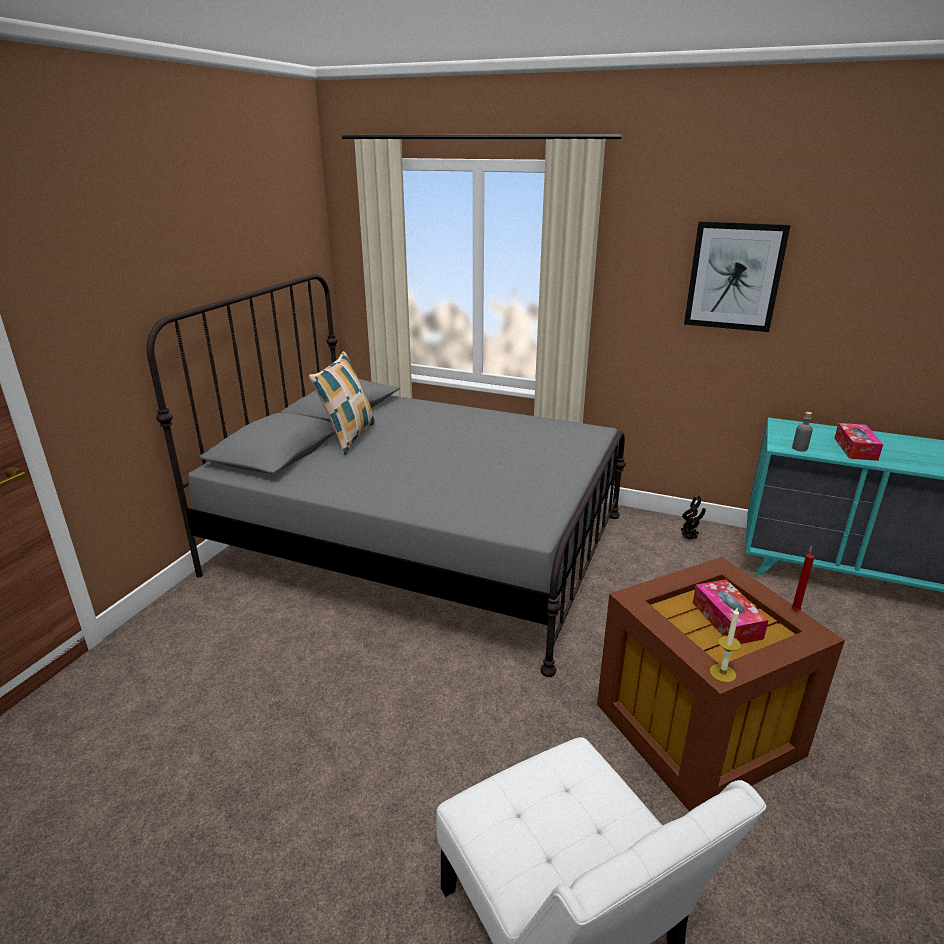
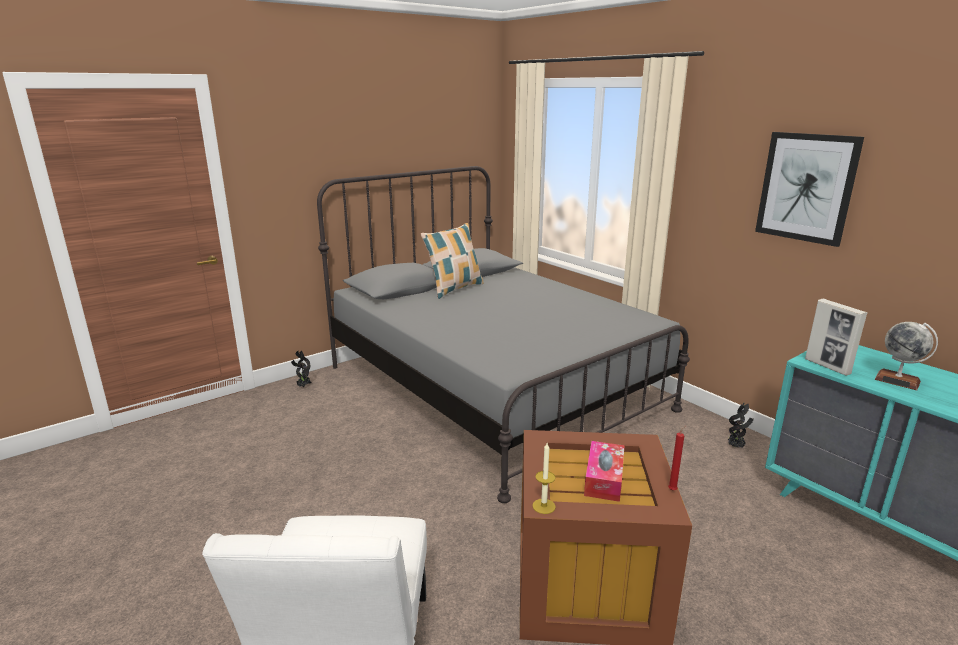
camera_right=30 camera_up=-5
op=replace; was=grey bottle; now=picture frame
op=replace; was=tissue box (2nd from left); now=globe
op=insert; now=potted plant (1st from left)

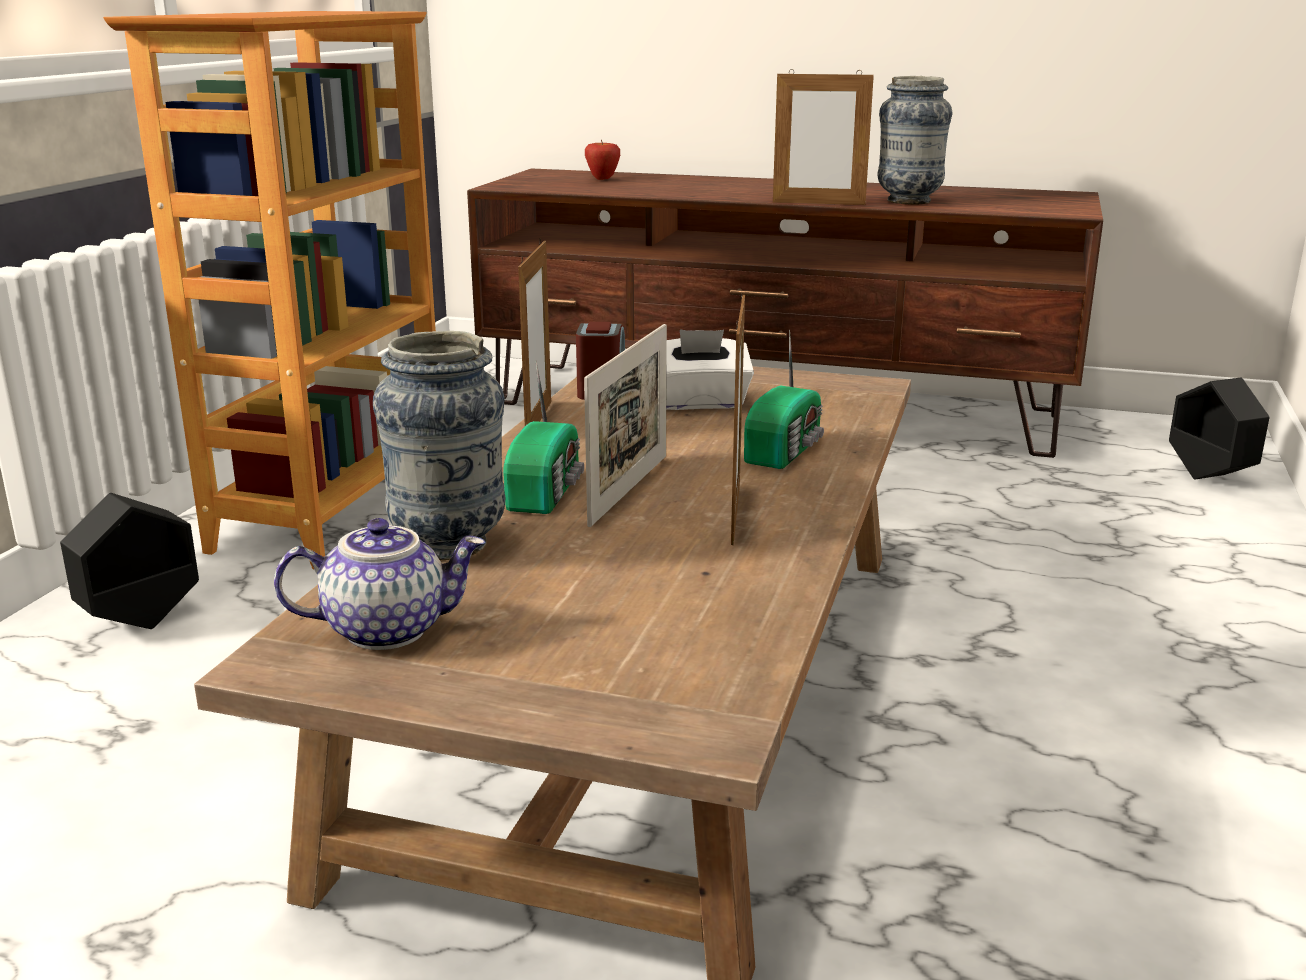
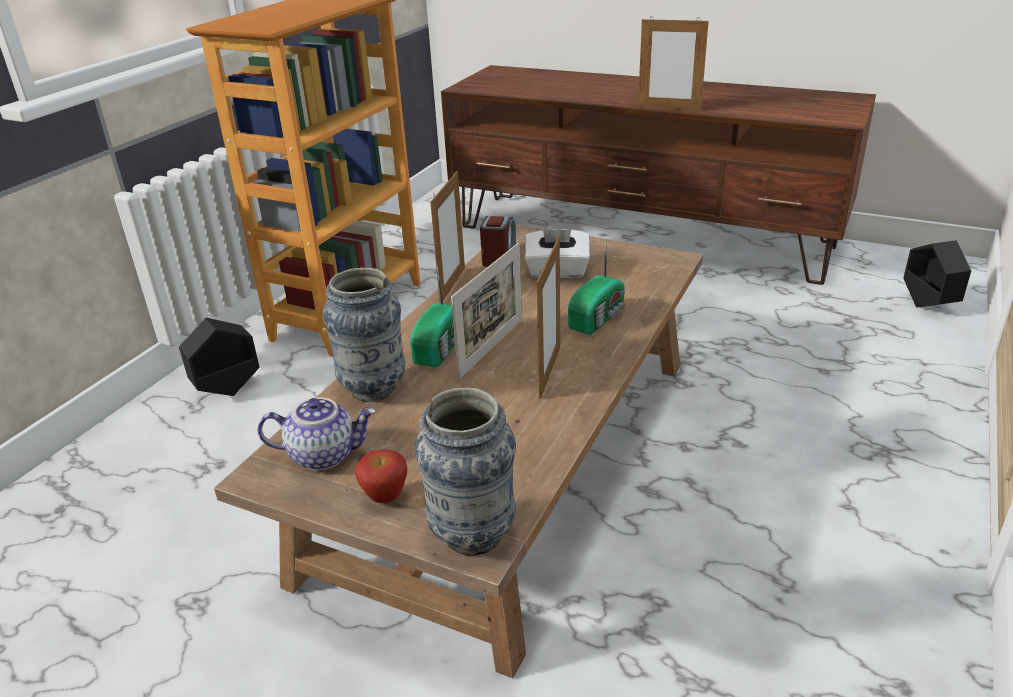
camera_right=10 camera_up=10
op=move; was=apple
op=move; was=vase (2nd from left)

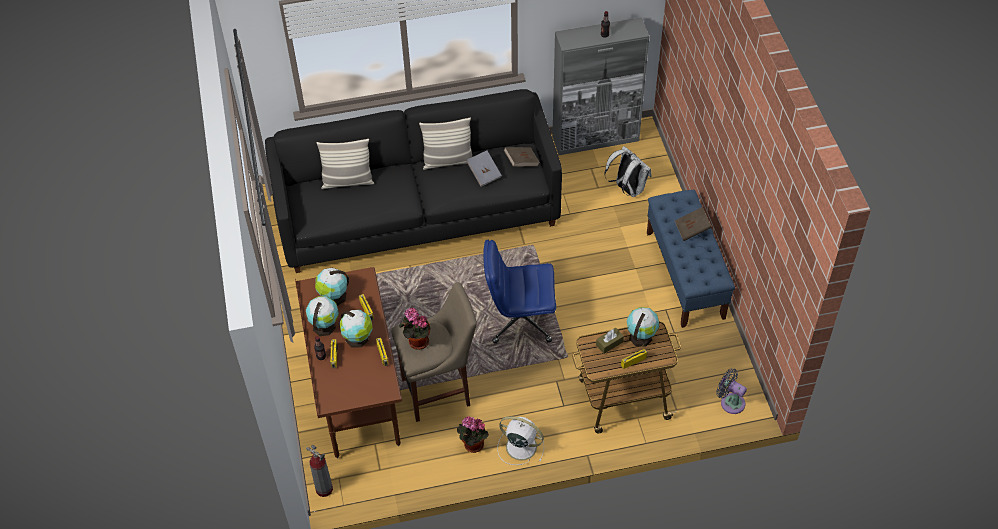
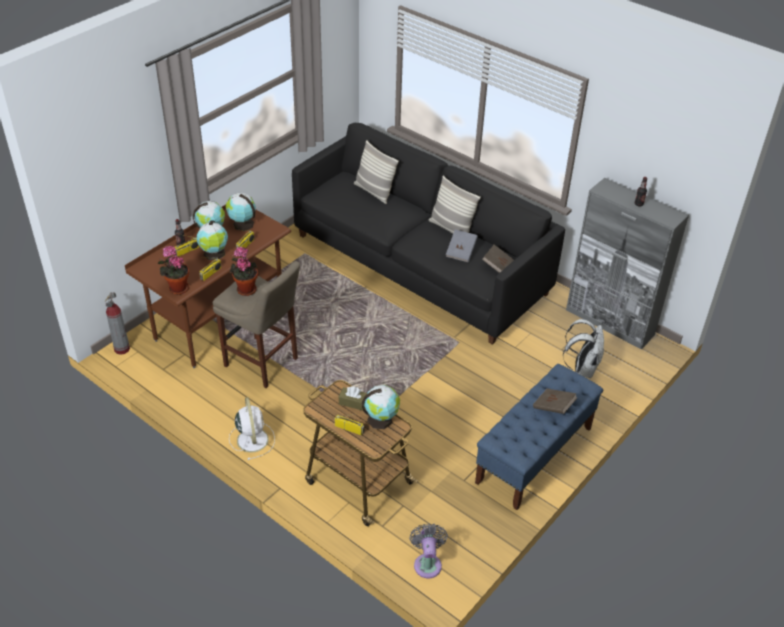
camera_right=50 camera_up=-10
op=move; was=potted plant (2nd from left in the first image); now=potted plant (1st from left)
op=delete; was=blue office chair

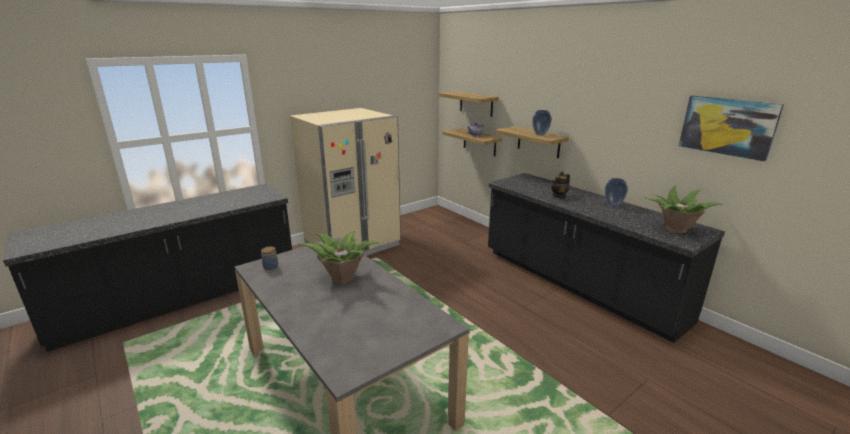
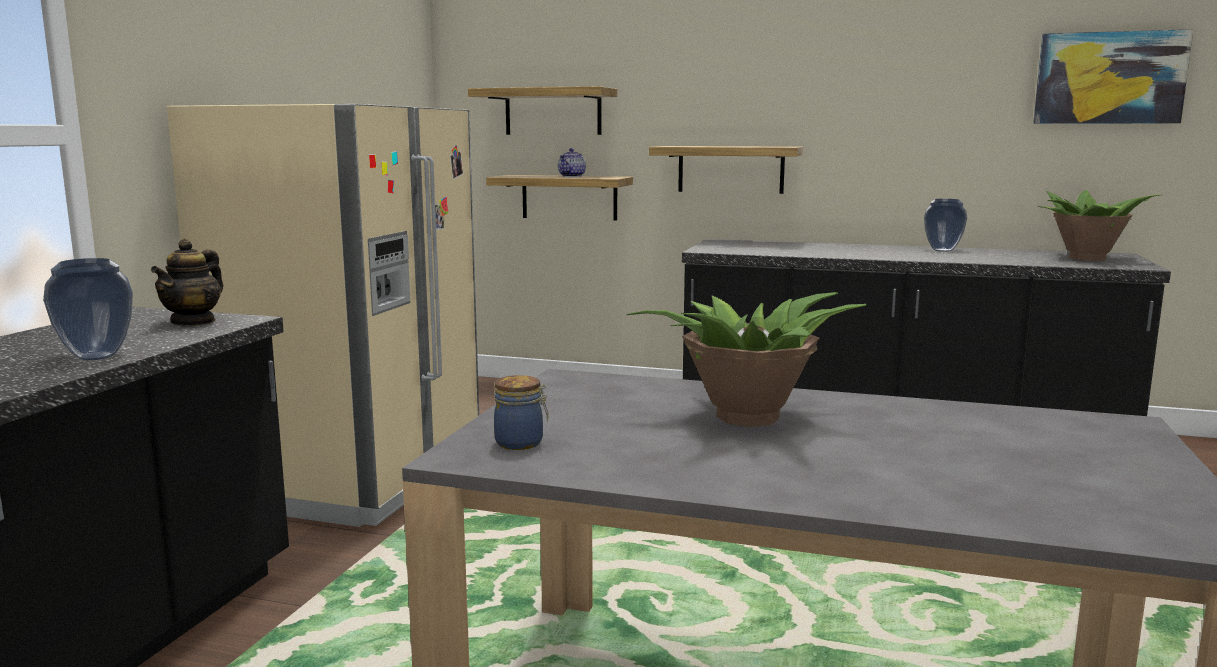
camera_right=-35 camera_up=-10
op=move; was=vase (1st from left)
op=move; was=teapot (2nd from left in the first image); now=teapot (1st from left)

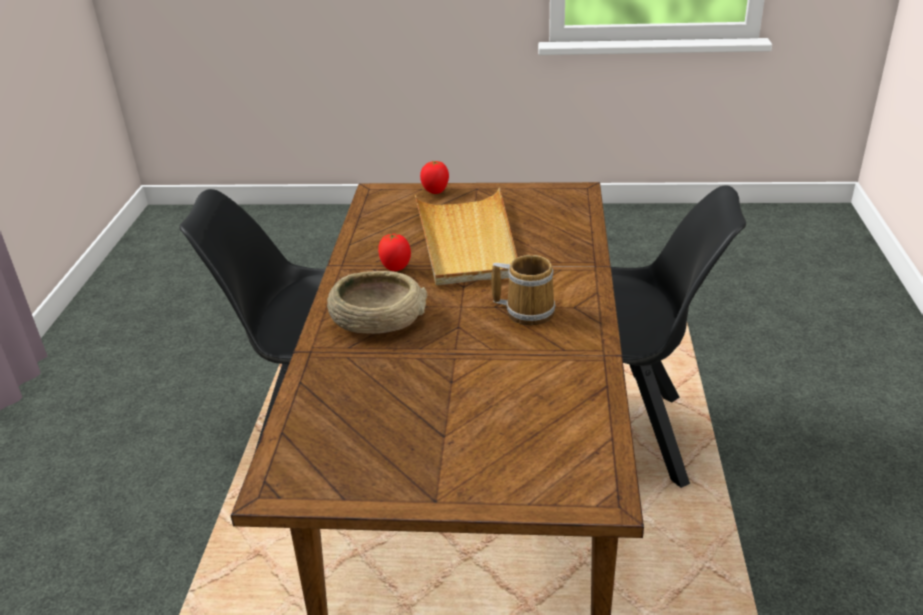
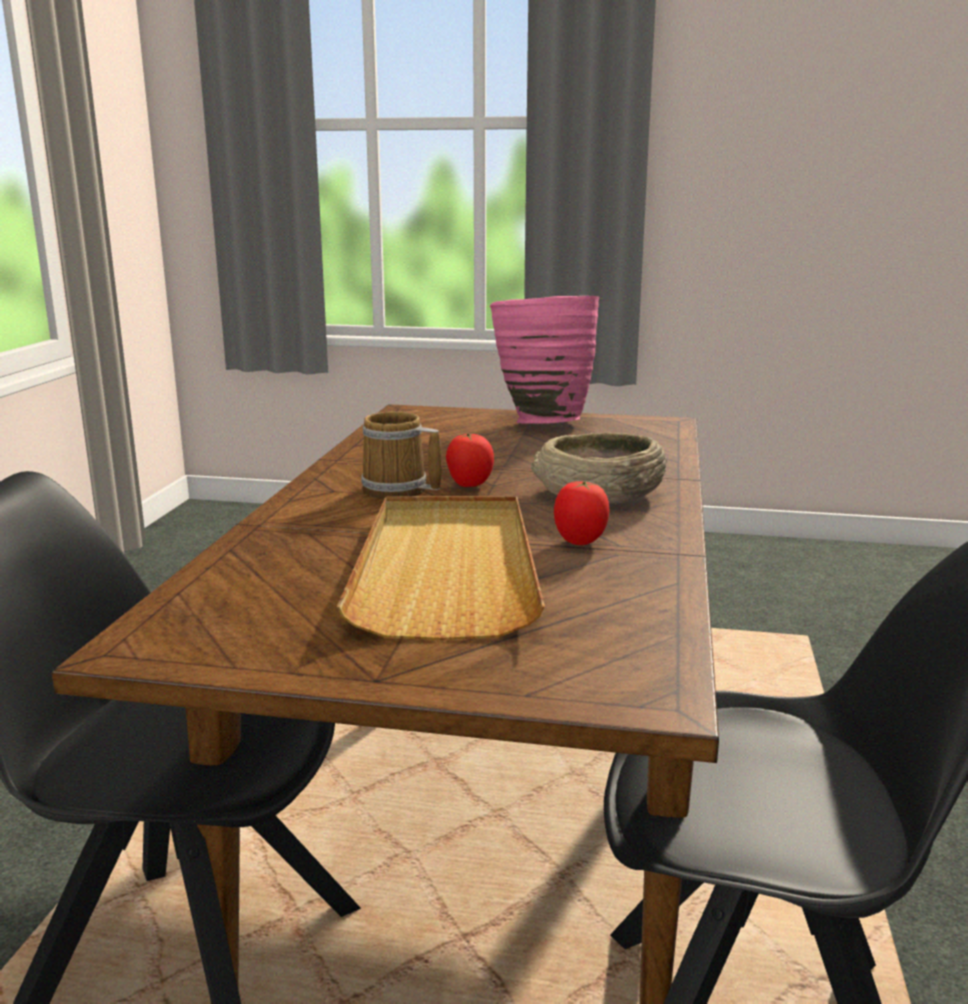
camera_right=-175 camera_up=-15
op=move; was=tomato (2nd from left in the first image); now=tomato (1st from left)
op=insert; now=pink vase

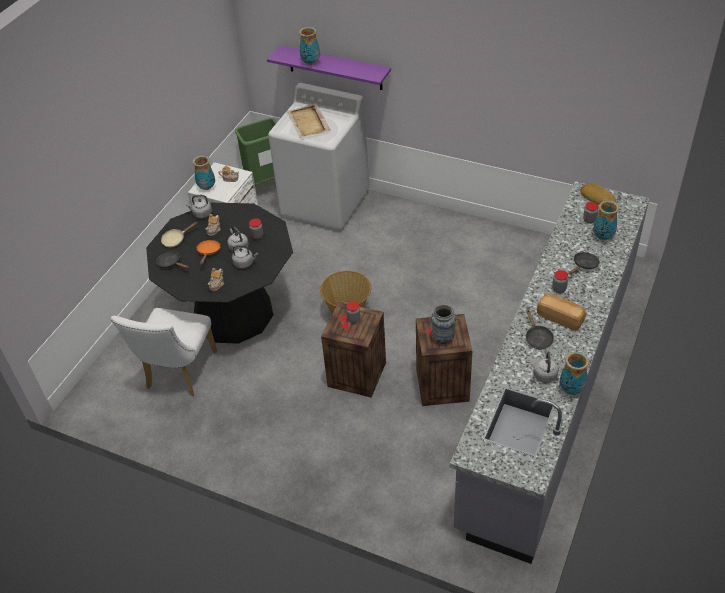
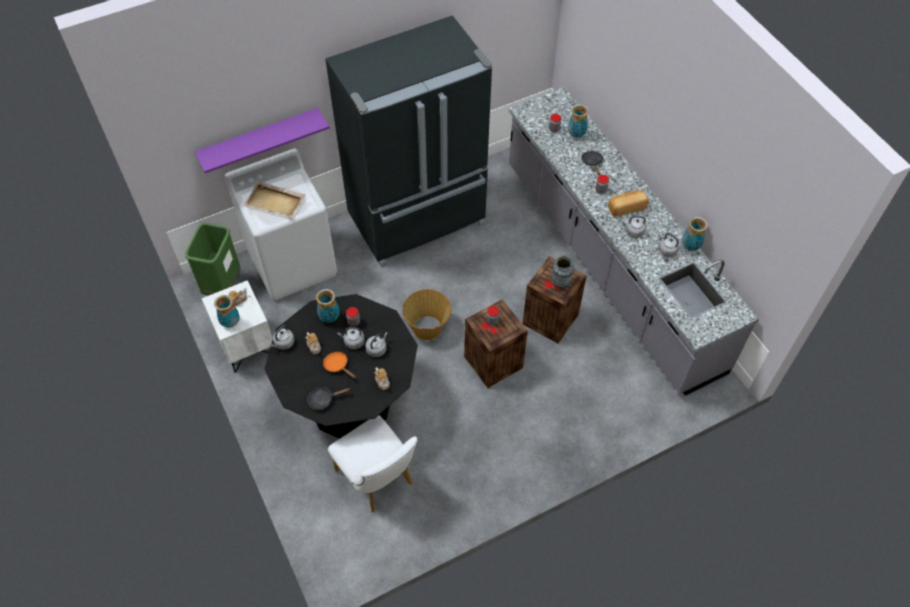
camera_right=-55 camera_up=10
op=delete; was=beige frying pan
op=move; was=vase (2nd from left)
op=replace; was=black frying pan (2nd from left); now=grey kettle (4th from left)
op=delete; was=bread (2nd from left)
op=insert; now=black fridge

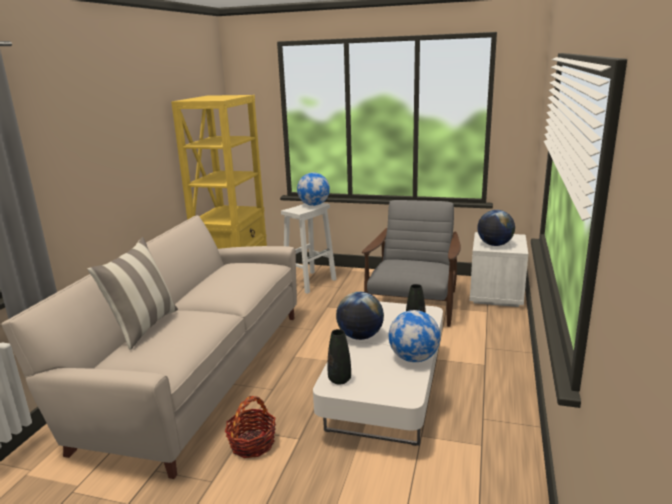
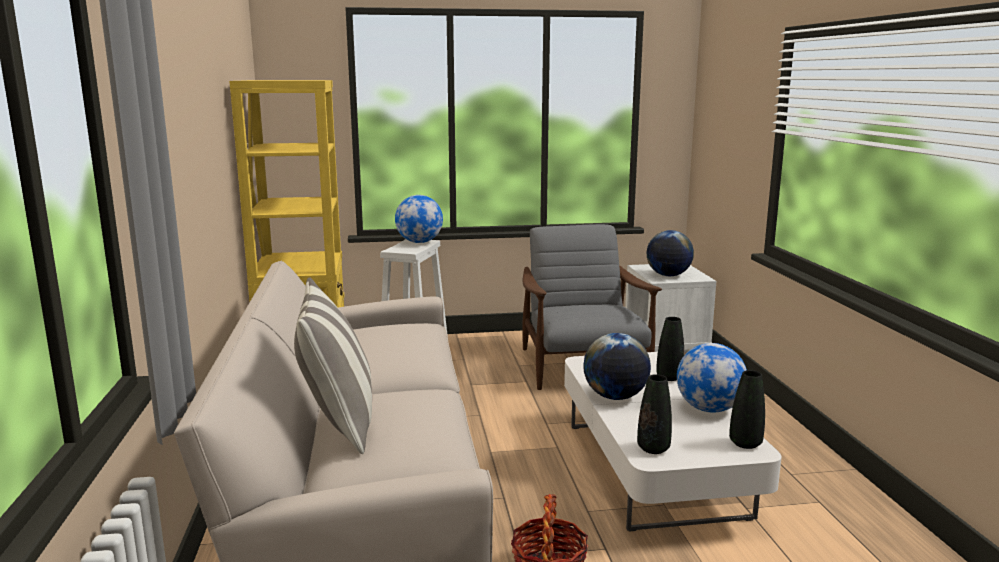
camera_right=-25 camera_up=-5
op=insert; now=black vase (3rd from left)

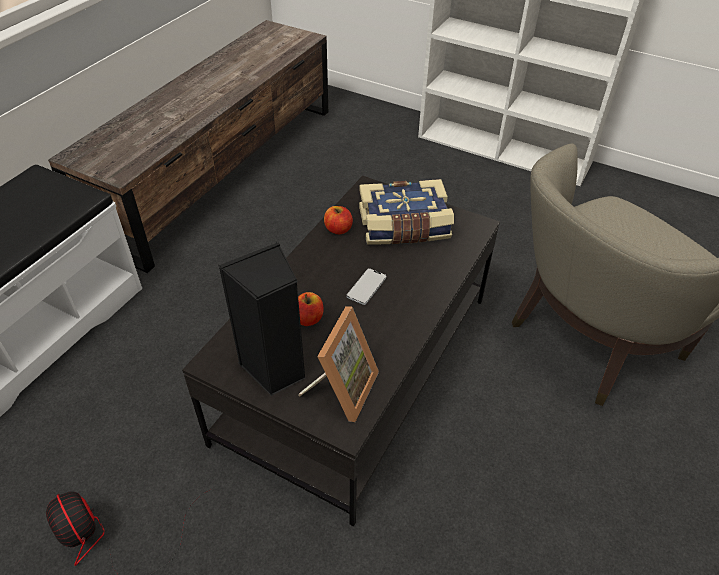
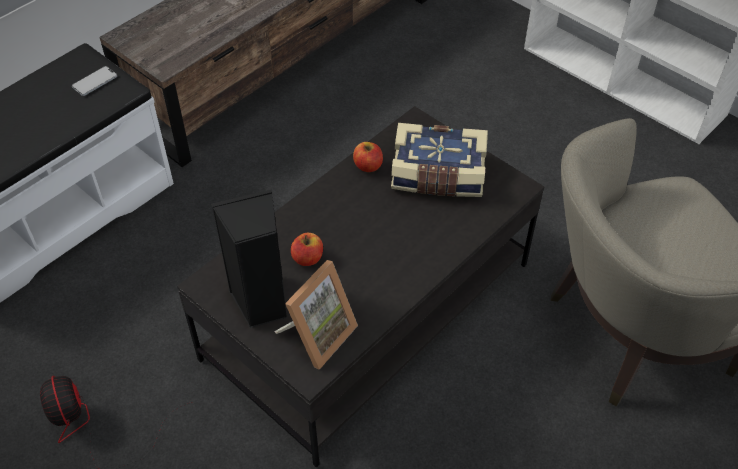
camera_right=15 camera_up=5
op=move; was=phone

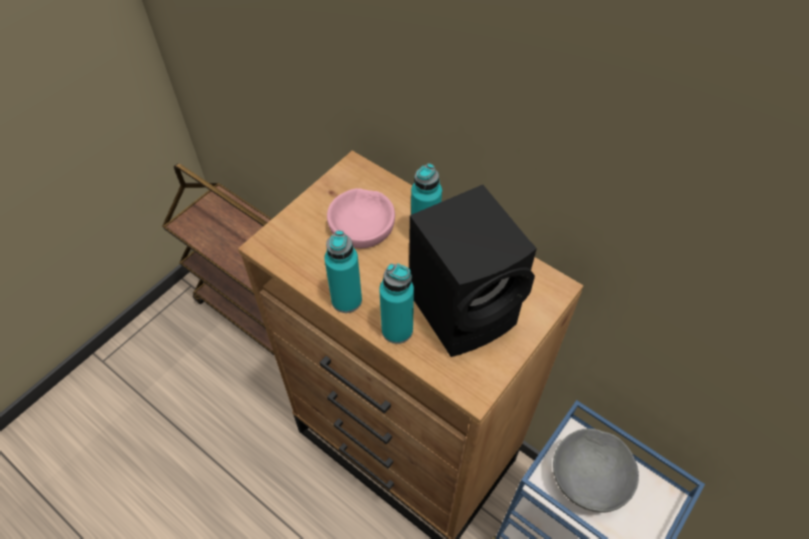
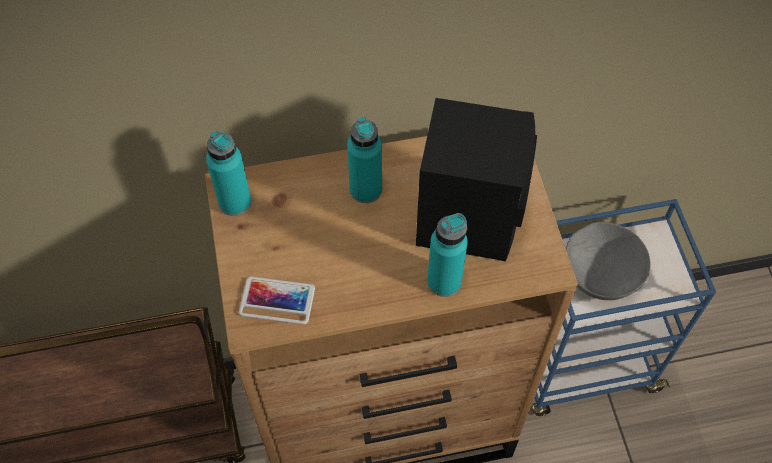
camera_right=-50 camera_up=5
op=move; was=turquoise bottle (1st from left)
op=delete; was=pink bowl
op=insert; now=phone

